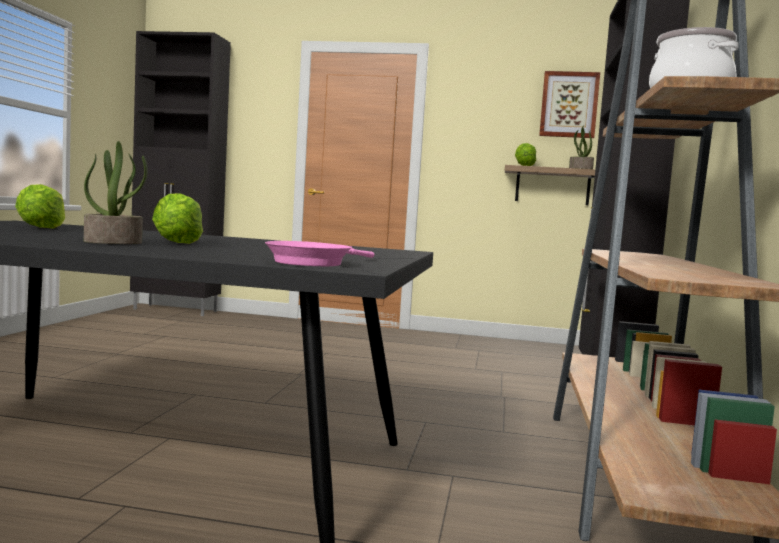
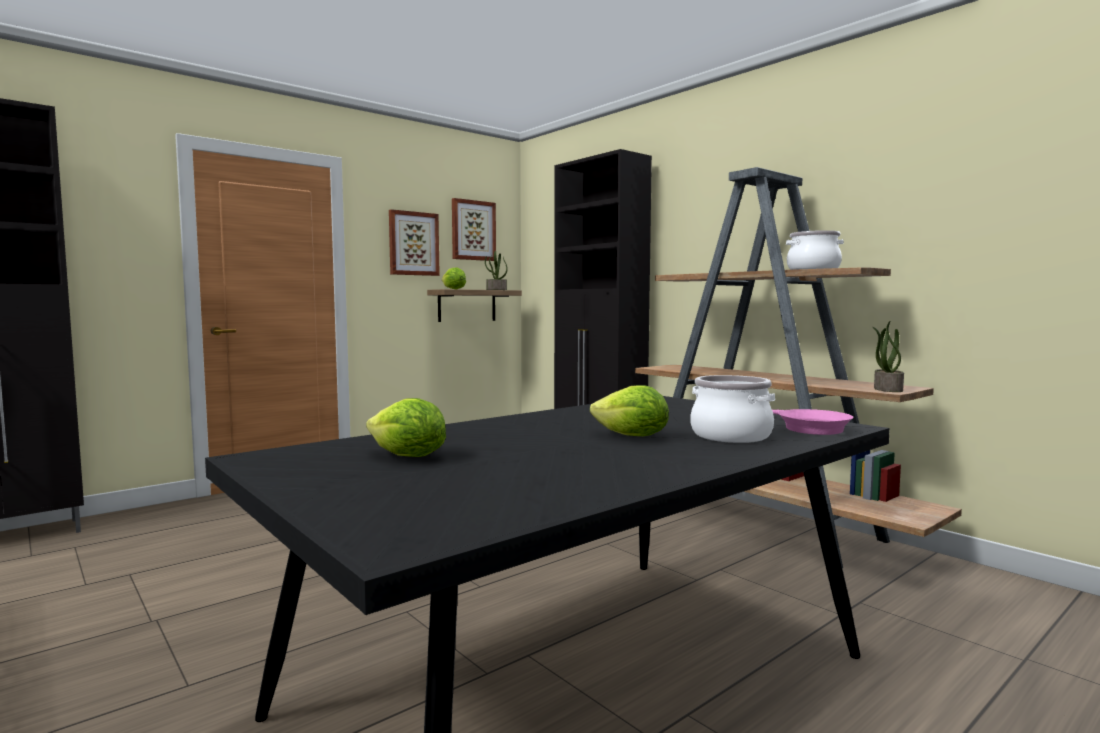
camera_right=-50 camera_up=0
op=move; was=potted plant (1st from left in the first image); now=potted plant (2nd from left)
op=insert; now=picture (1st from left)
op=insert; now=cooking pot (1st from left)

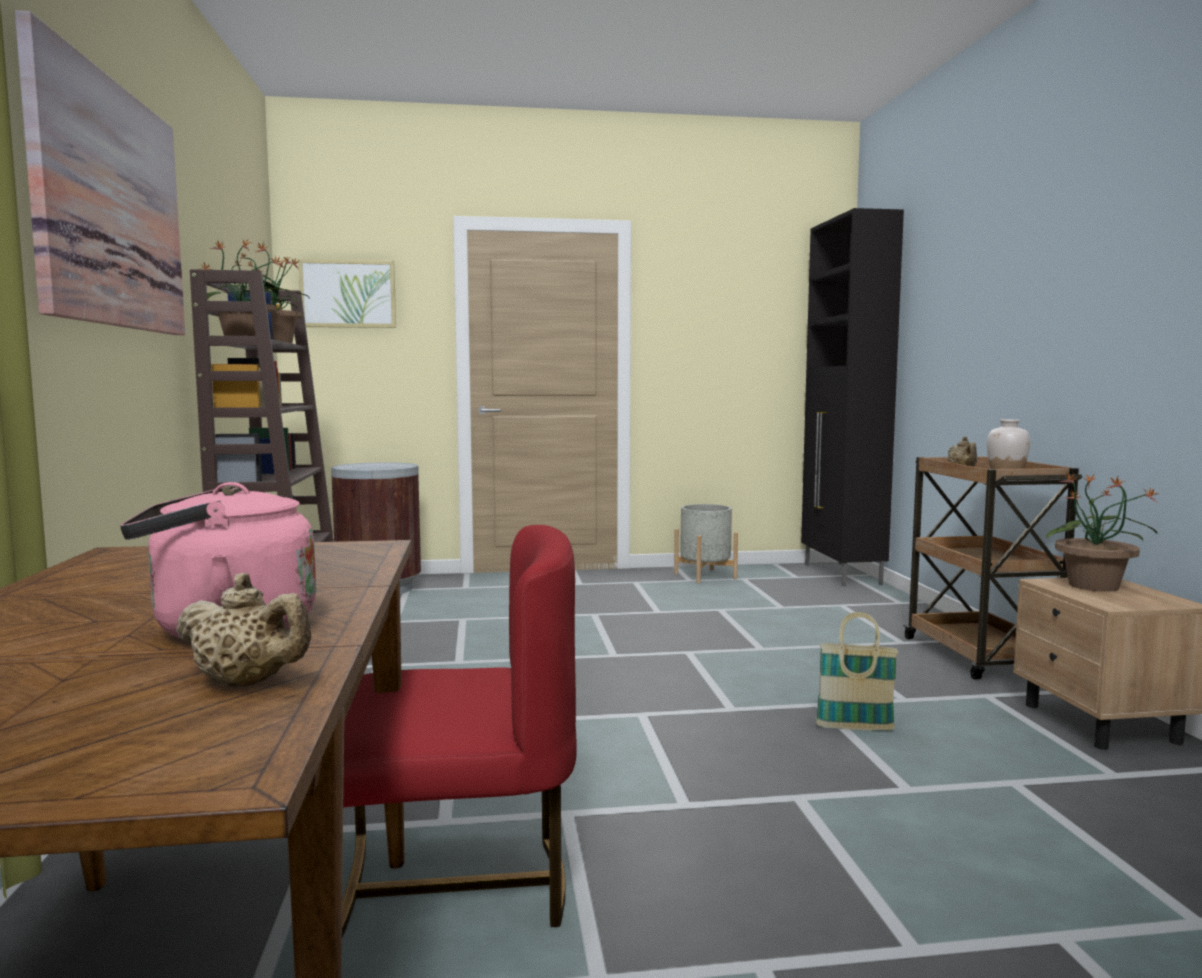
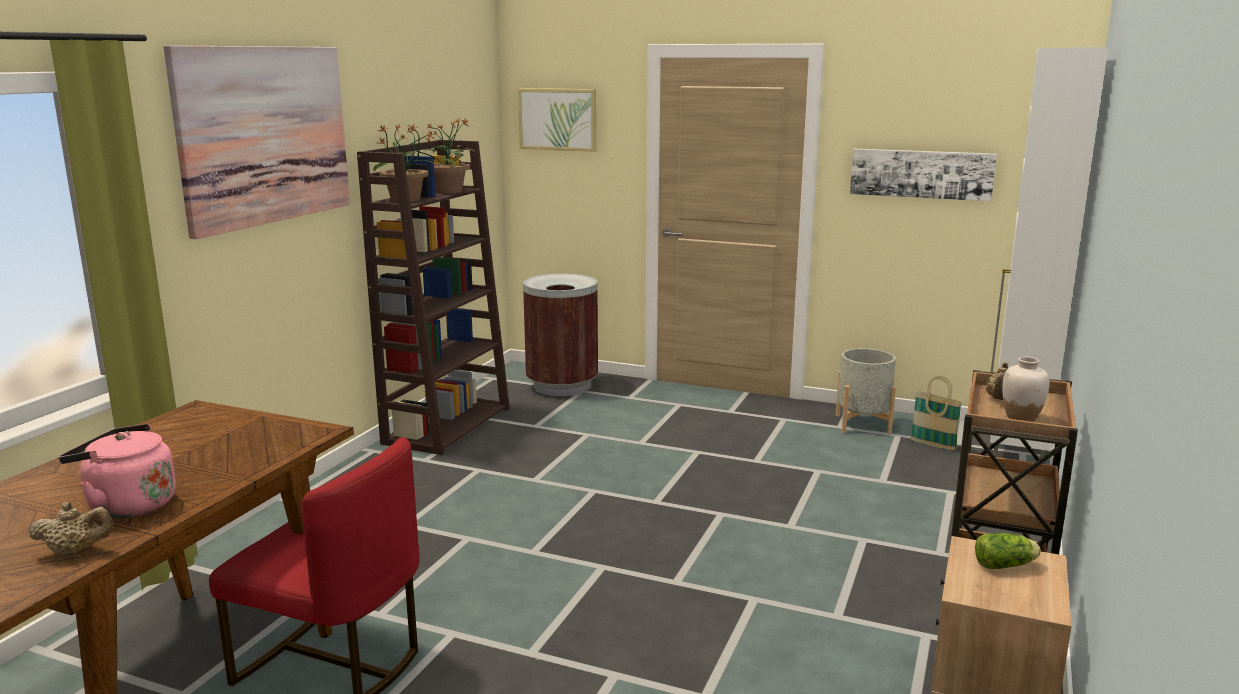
camera_right=30 camera_up=10
op=rotate; was=beige teapot (1st from left); clockwise=-60
op=recolor; was=black cabinet; now=white cabinet
op=move; was=basket
op=replace; was=potted plant (3rd from left); now=lettuce
op=insert; now=picture (3rd from left)

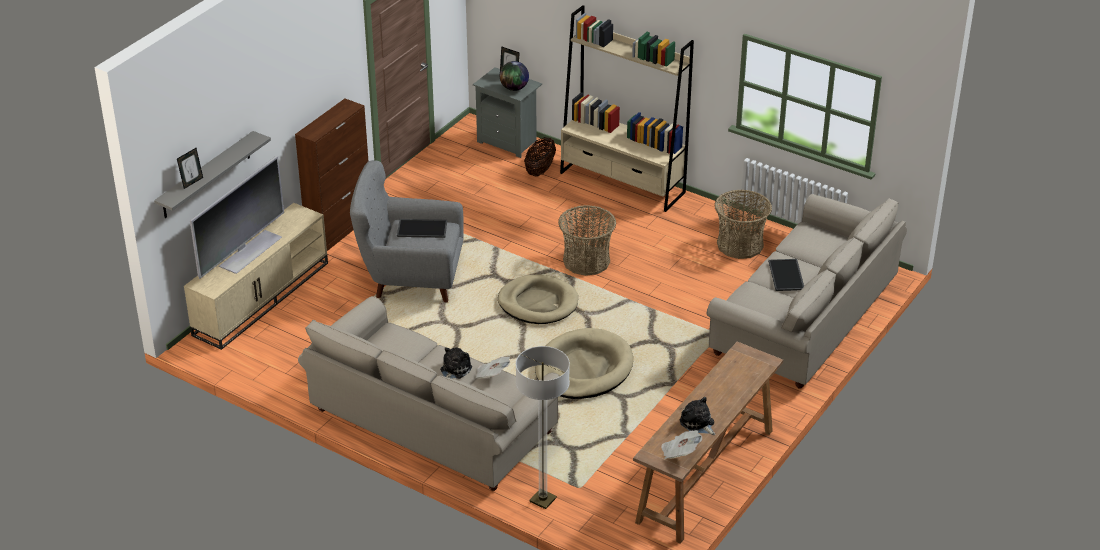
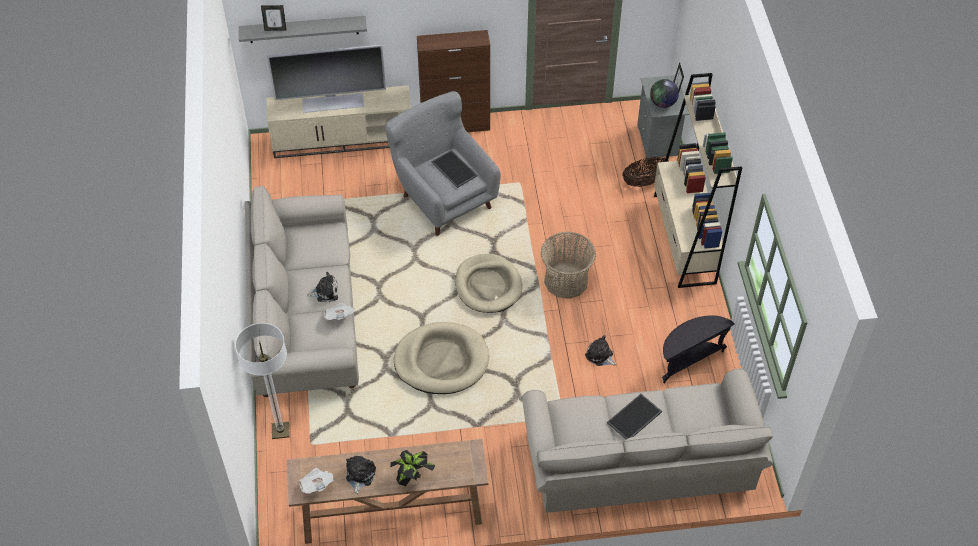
camera_right=50 camera_up=15
op=replace; was=basket (3rd from left); now=black side table
op=insert; now=potted plant
op=insert; now=plush toy (3rd from left)

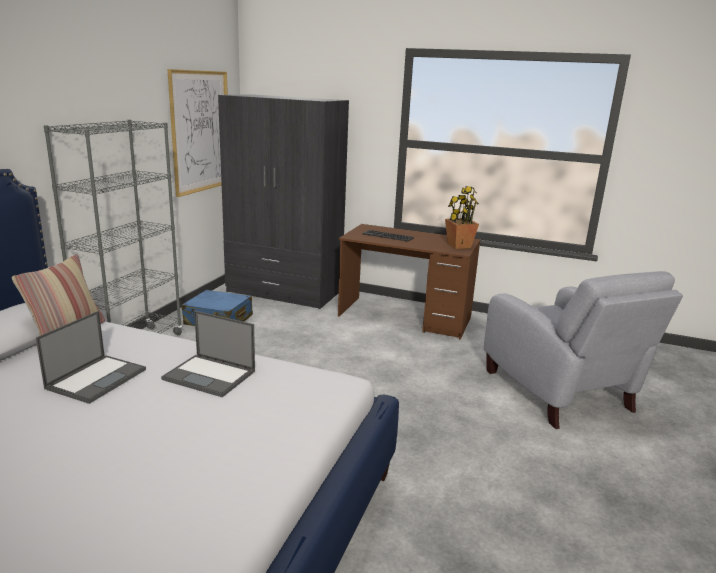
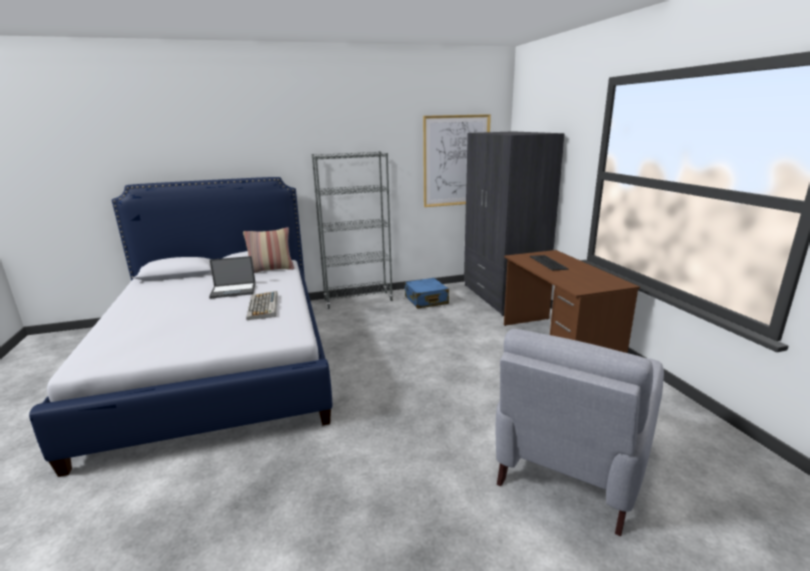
camera_right=55 camera_up=0
op=replace; was=laptop (2nd from left); now=keyboard (1st from left)
op=delete; was=potted plant

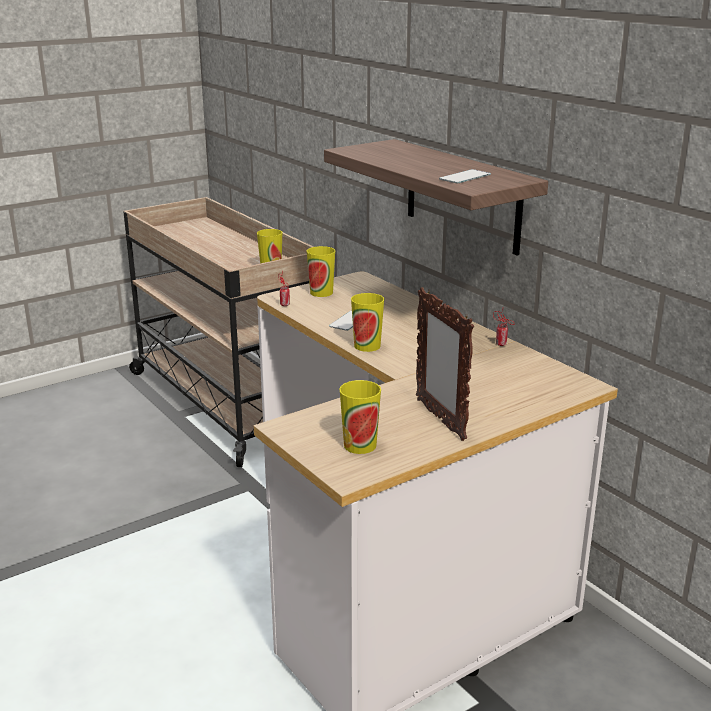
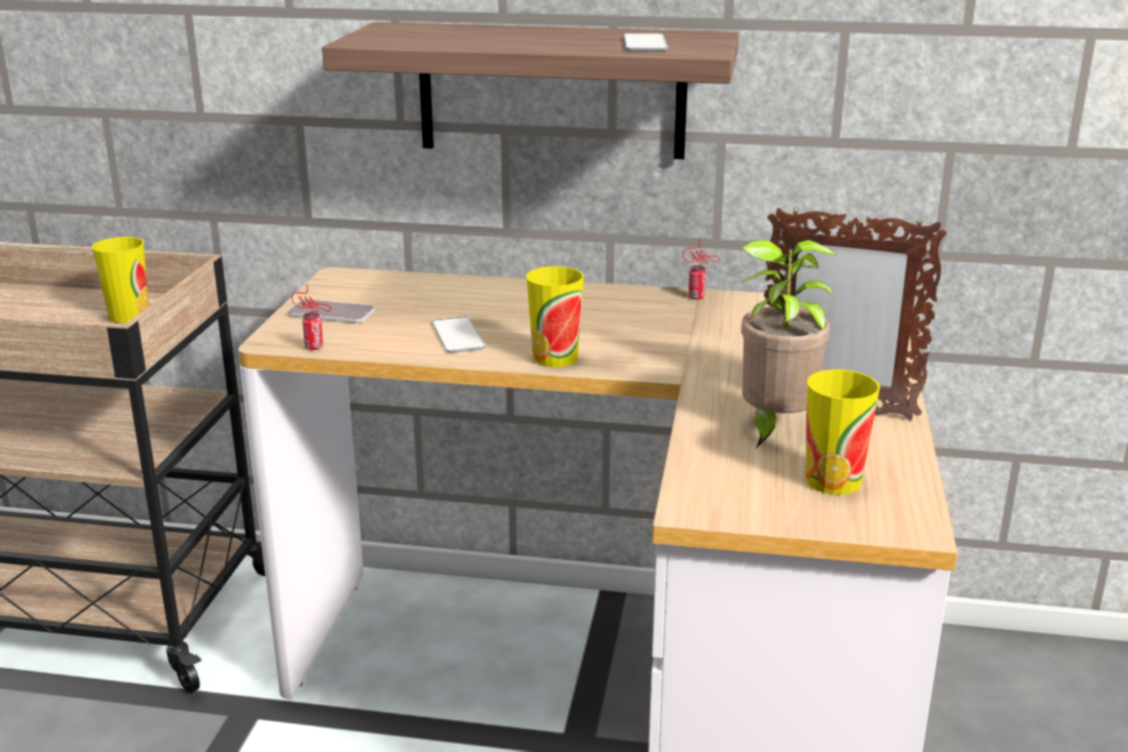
camera_right=-45 camera_up=0
op=replace; was=cup (2nd from left); now=phone (1st from left)
op=insert; now=potted plant

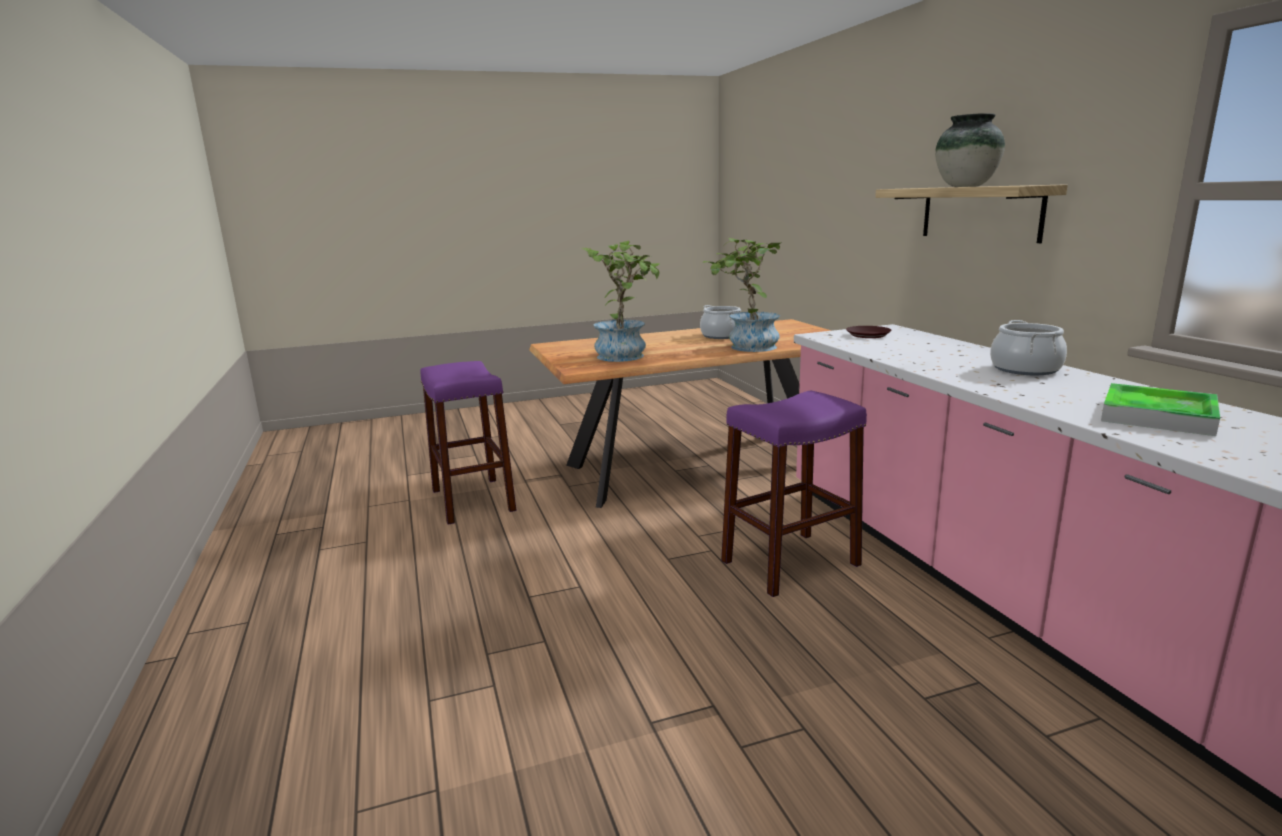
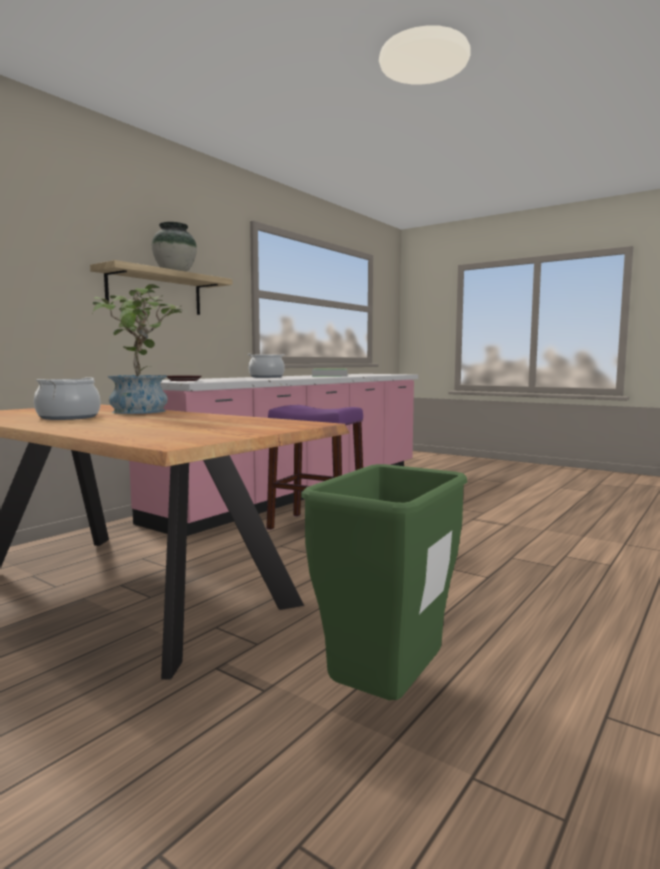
camera_right=-125 camera_up=-10
op=replace; was=purple stool (1st from left); now=green trash can
op=delete; was=potted plant (1st from left)

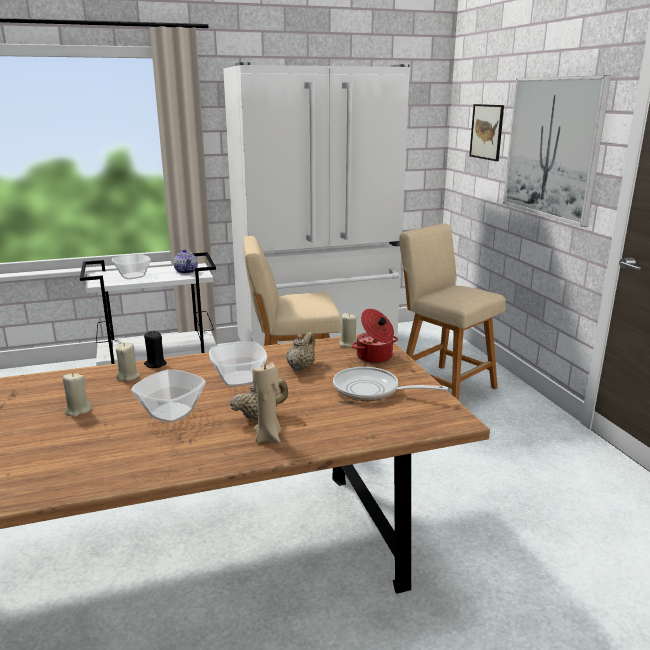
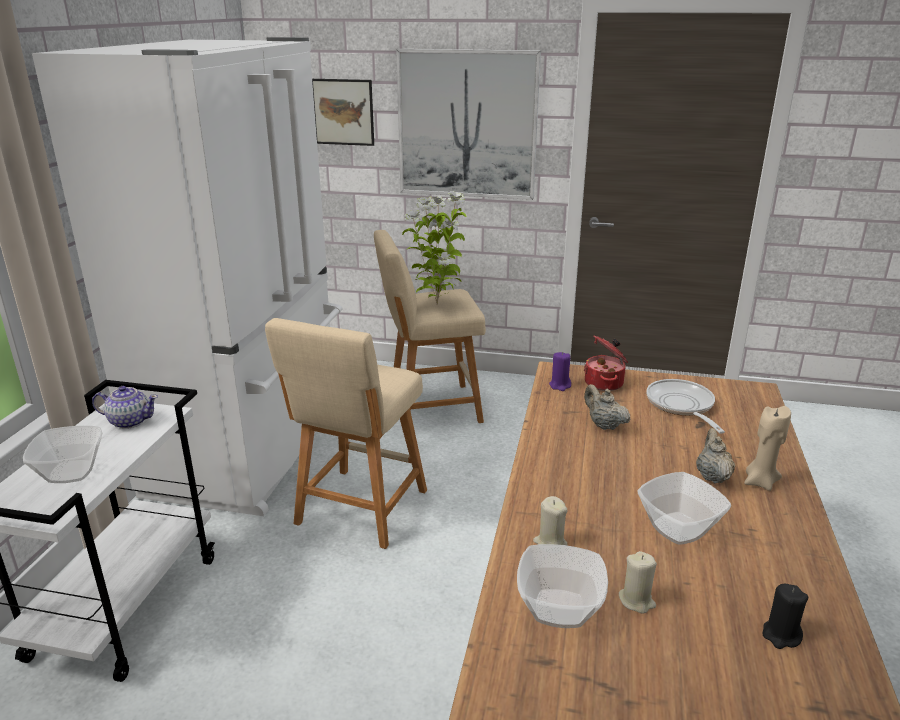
camera_right=-60 camera_up=5
op=move; was=black candle
op=move; was=bowl (3rd from left in the first image); now=bowl (2nd from left)
op=rotate; was=frying pan; clockwise=120
op=recolor; was=beige candle (4th from left); now=purple candle
op=insert; now=potted plant

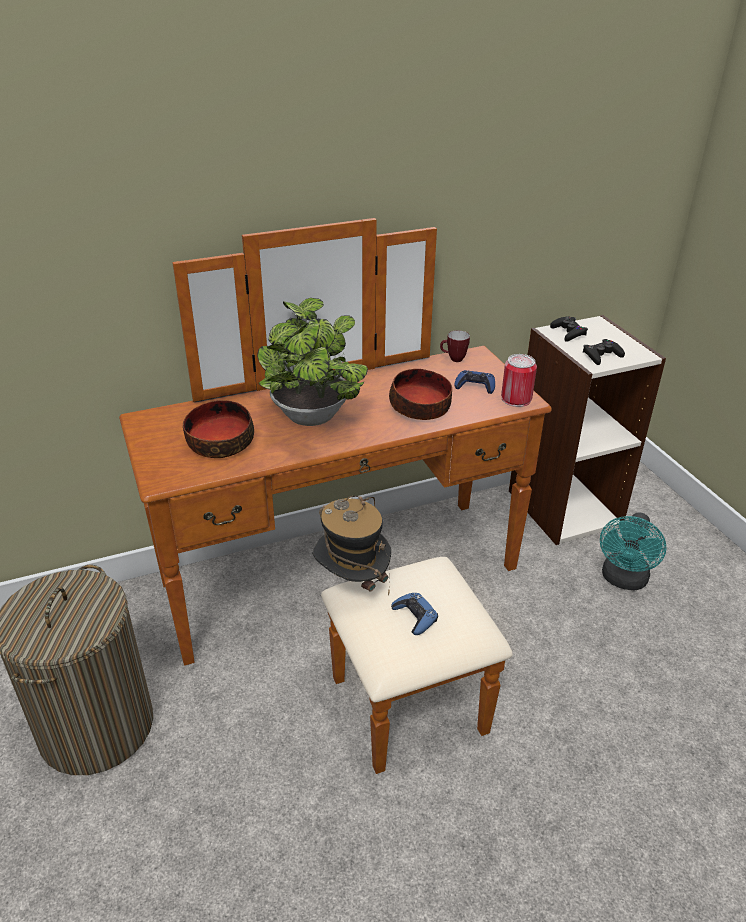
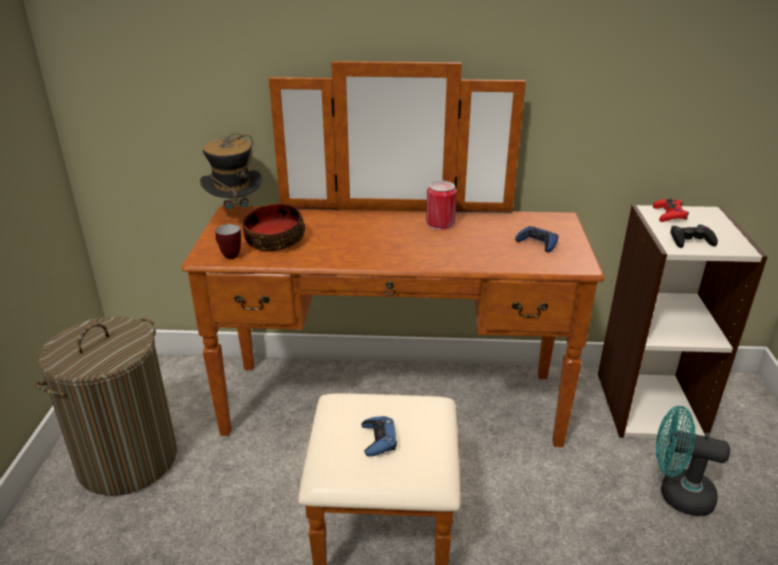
camera_right=25 camera_up=-5
op=delete; was=potted plant
op=move; was=hat
op=delete; was=bowl (2nd from left)
op=move; was=mug
op=move; was=can
op=recolor; was=black game controller (1st from left); now=red game controller
op=rotate; was=turquoise fan; clockwise=60

